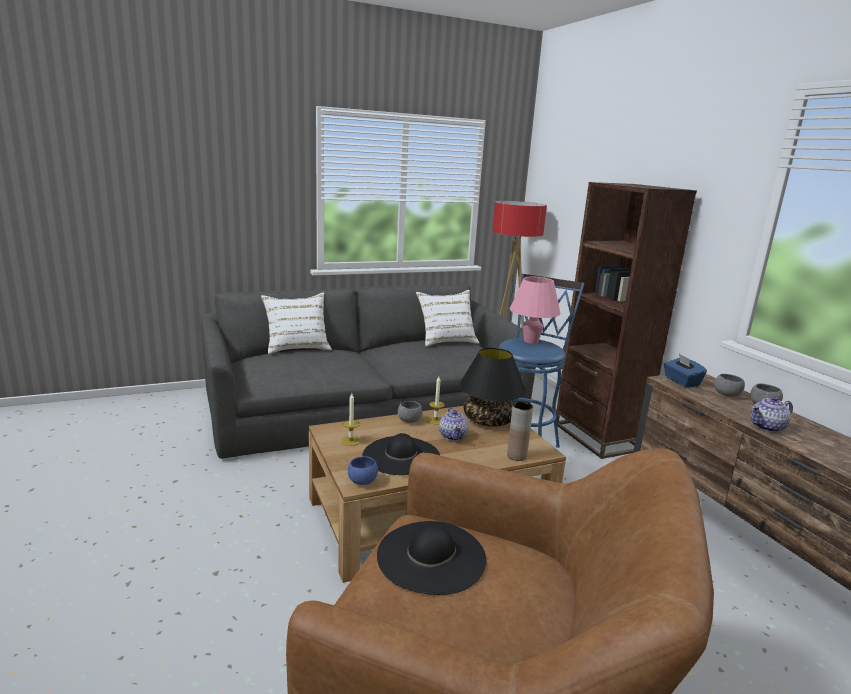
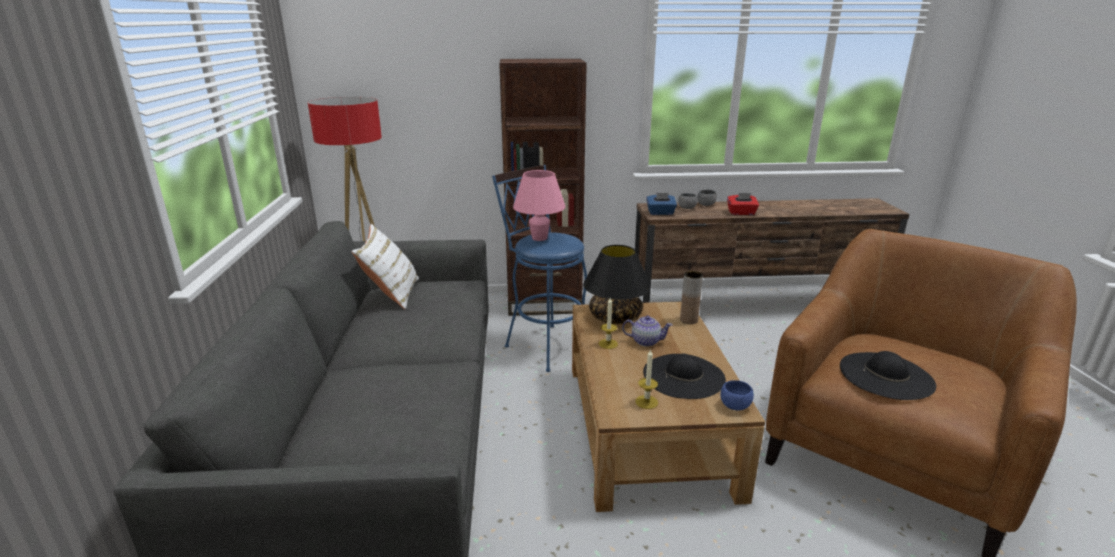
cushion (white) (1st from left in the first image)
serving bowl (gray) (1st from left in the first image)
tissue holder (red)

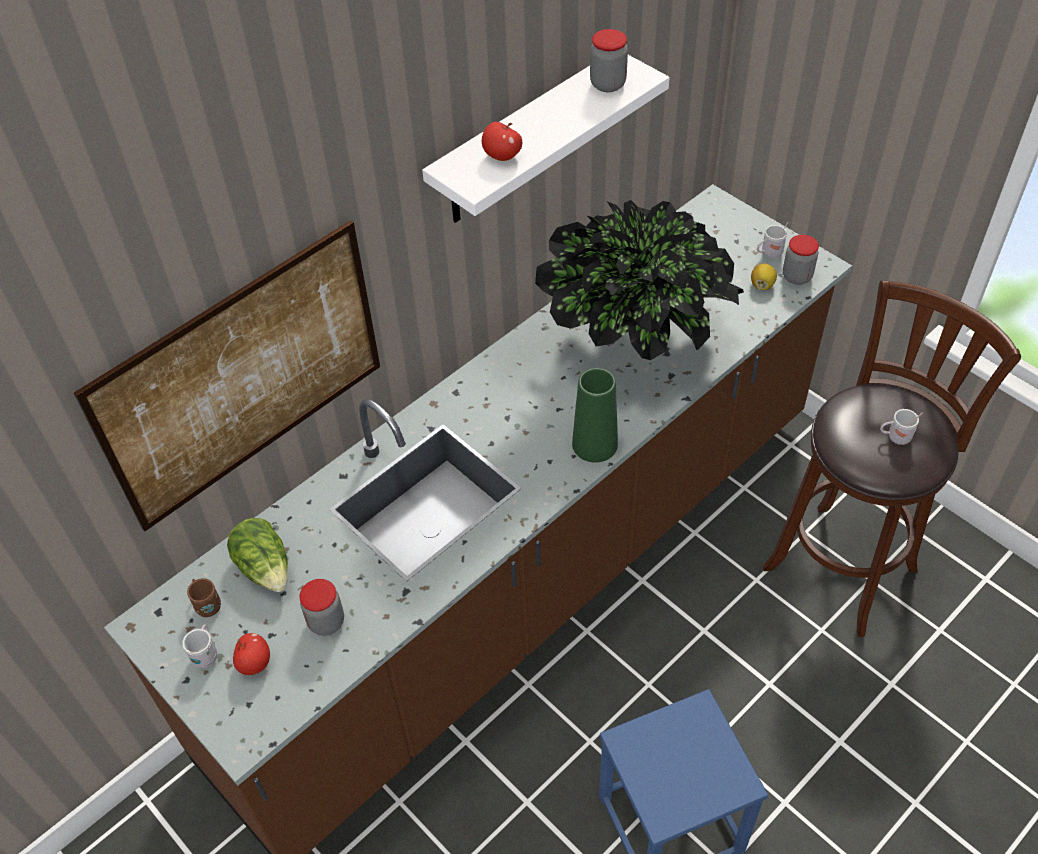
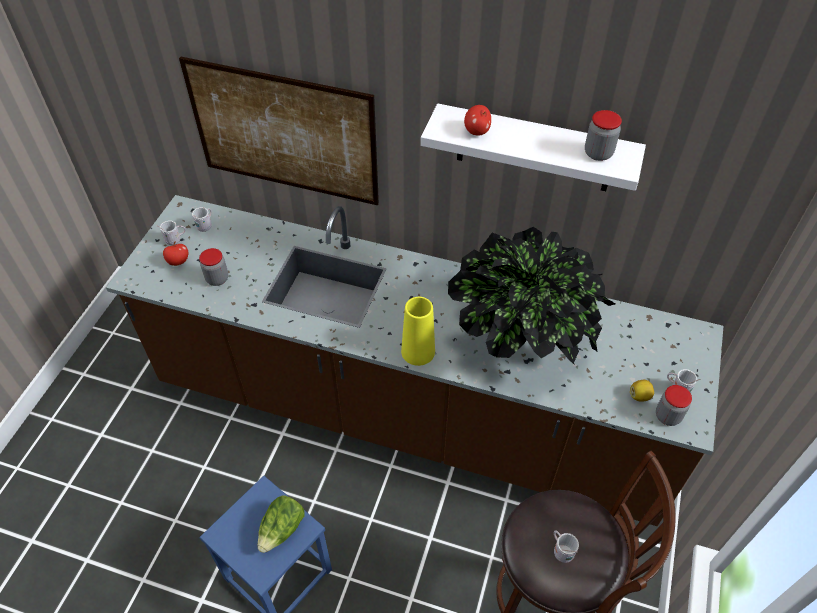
lettuce head
mug (white) (2nd from left)
vase (yellow)

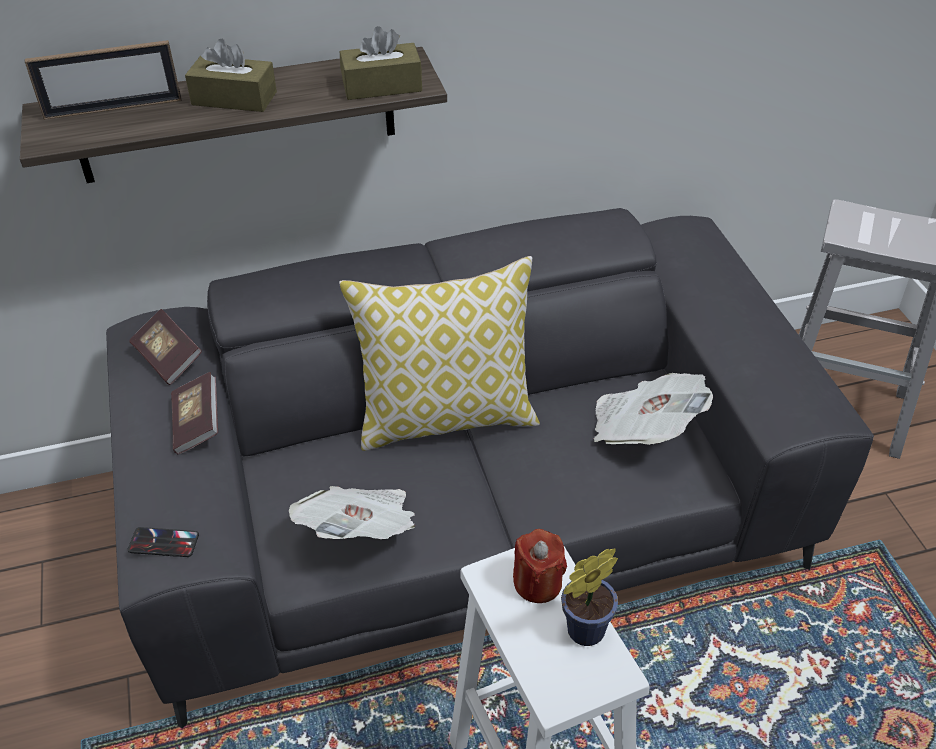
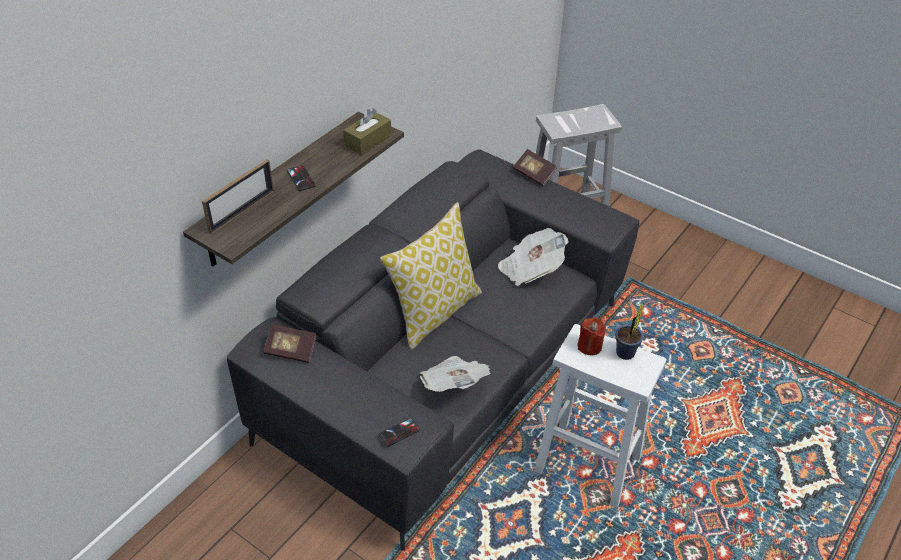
bound book (2nd from left)
telephone (1st from left)

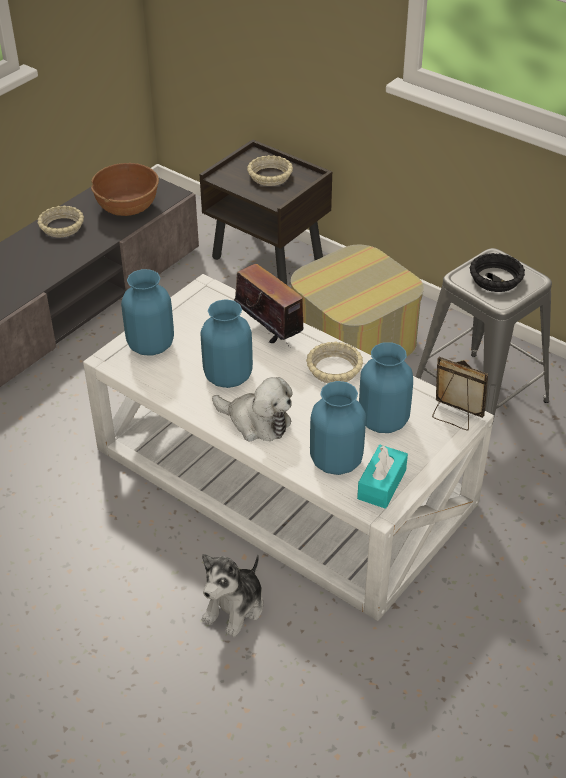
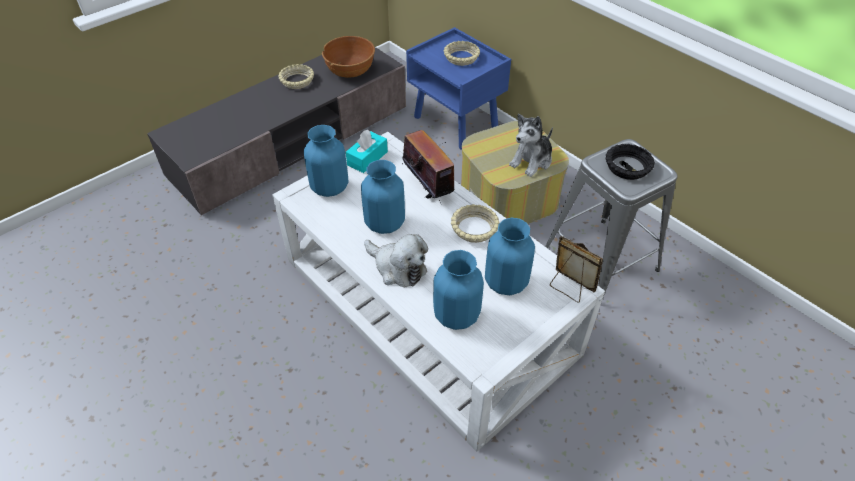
soft toy (2nd from left)
tissue holder (turquoise)
bedside table (bluish)

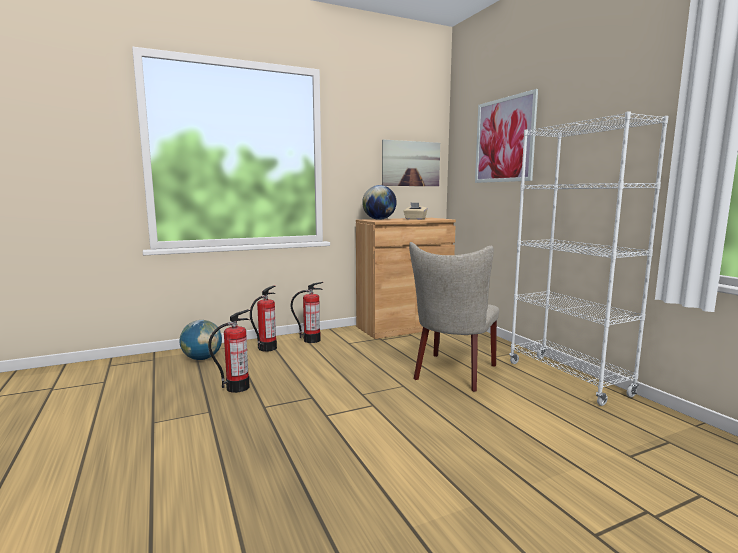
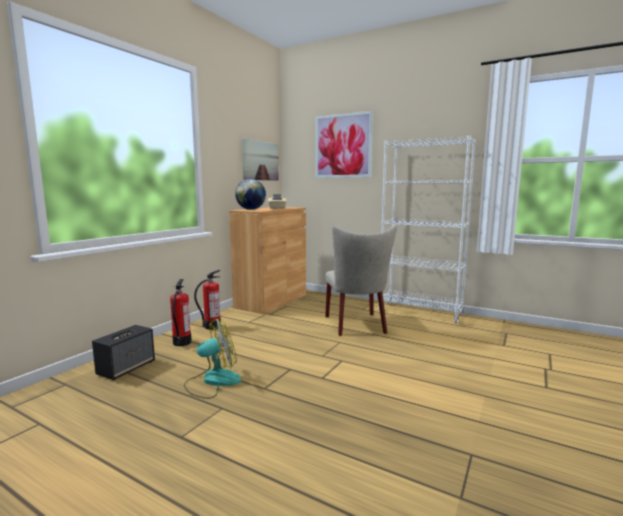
audio speaker
cooling fan

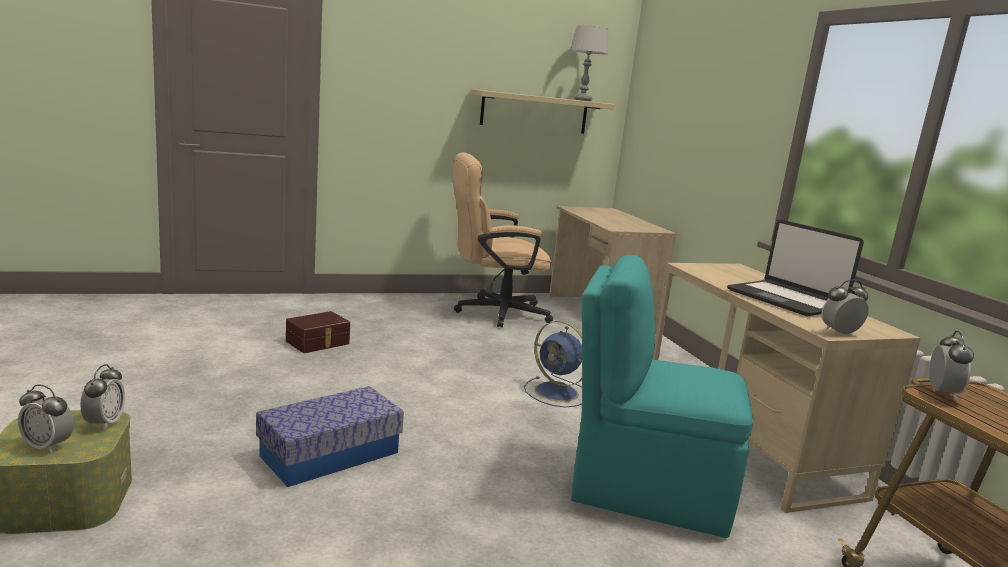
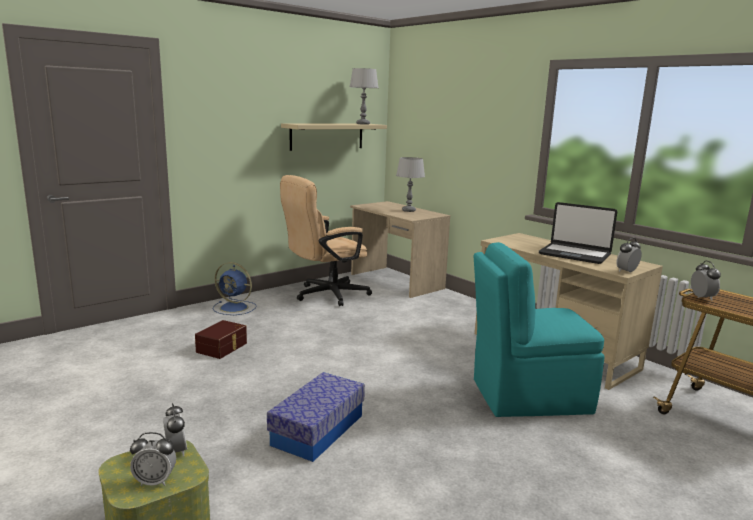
lamp for a table (gray) (2nd from left)
cooling fan (bluish)

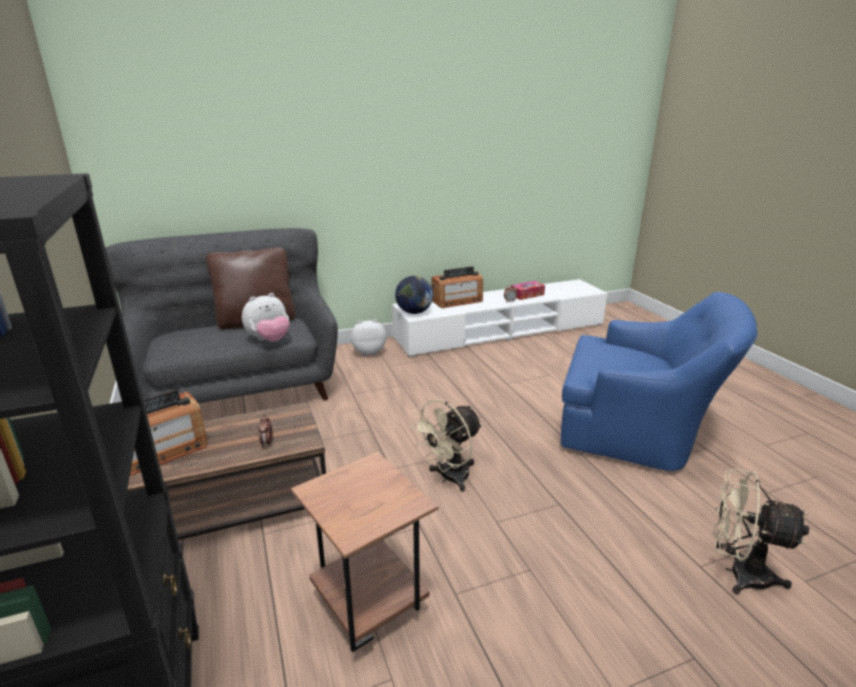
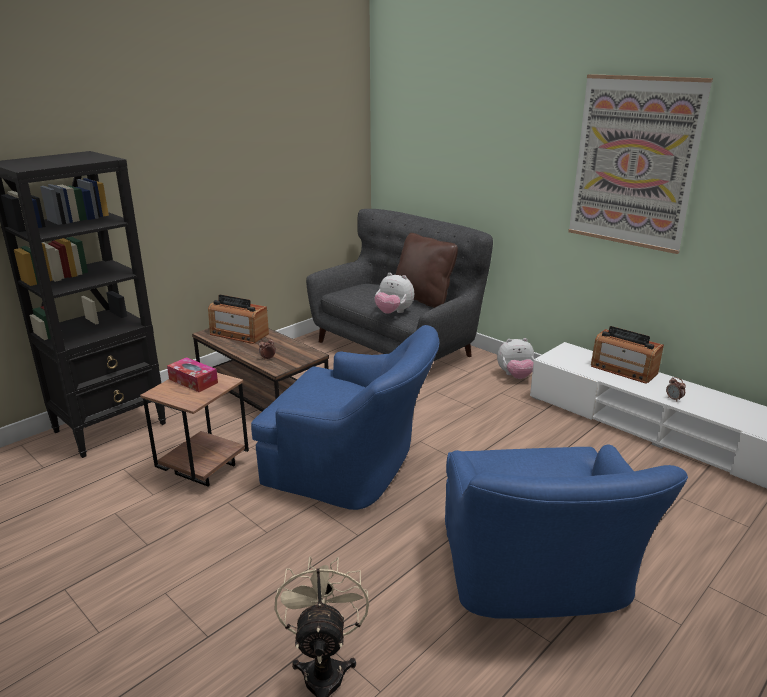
globe
picture
tissue holder
armchair (bluish) (1st from left)
soft toy (2nd from left)

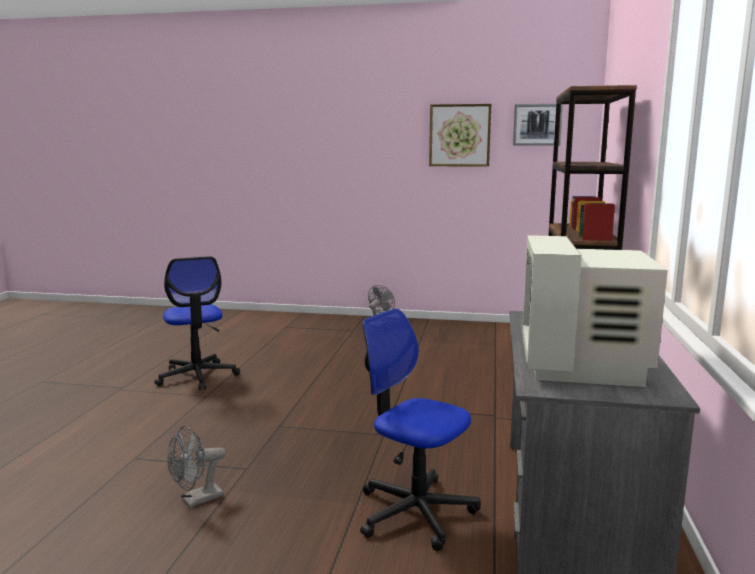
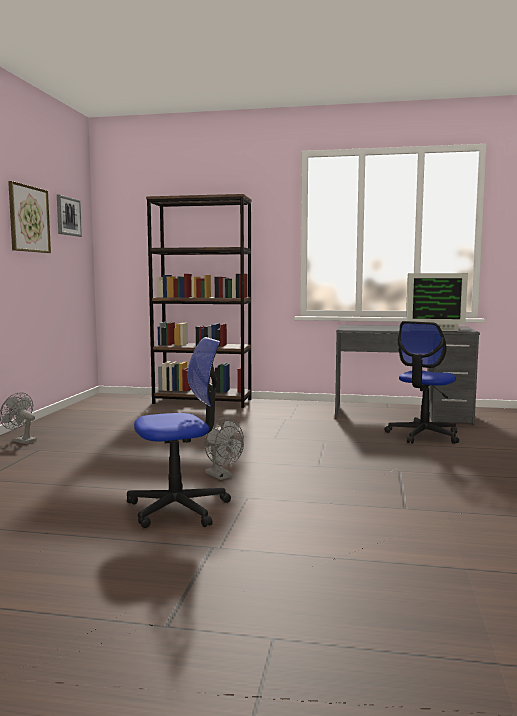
cooling fan (gray) (2nd from left)

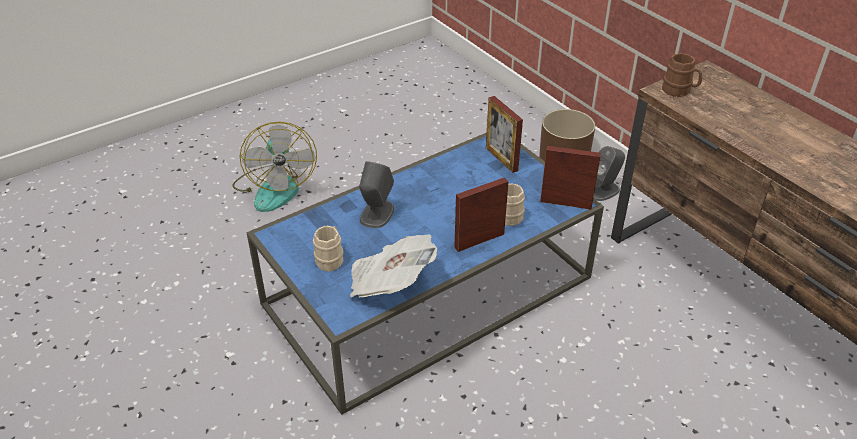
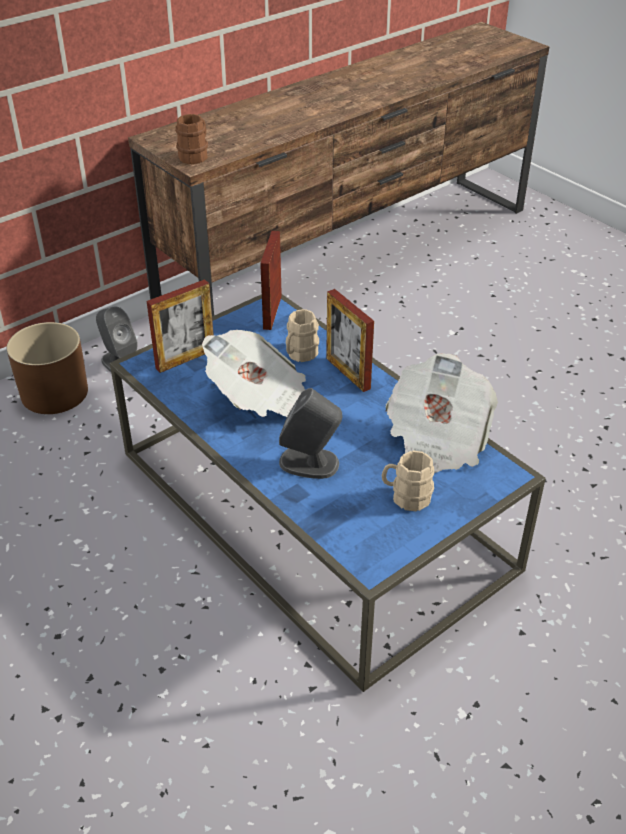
cooling fan
newspaper (1st from left)

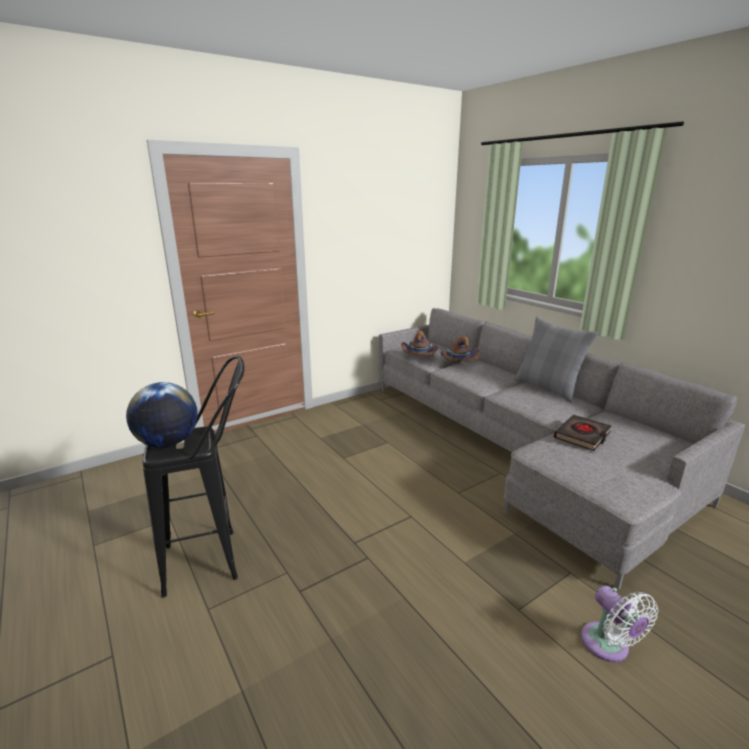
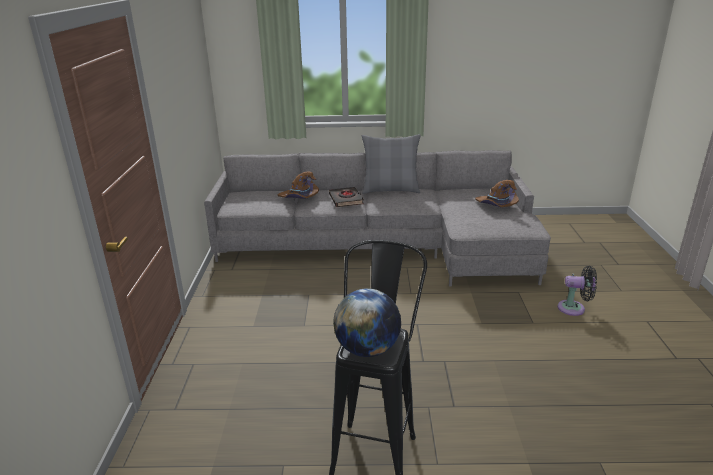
wearable hat (brown-coloured) (2nd from left)
bound book (blackish)
cooling fan (blackish)

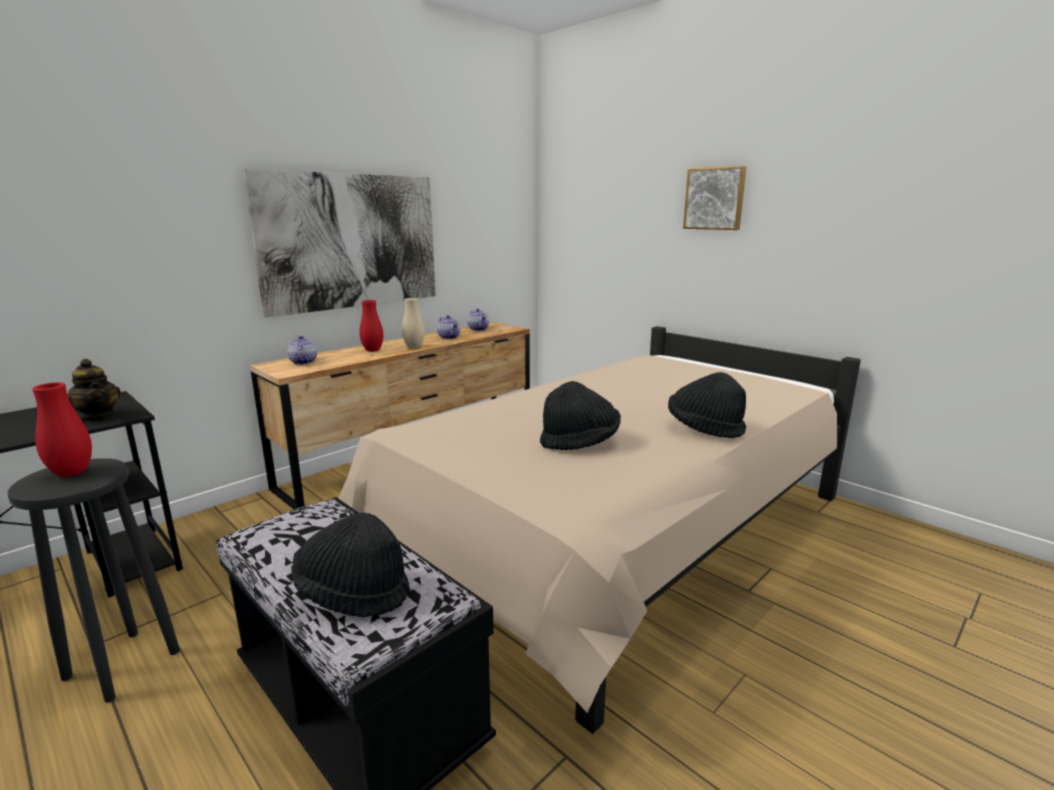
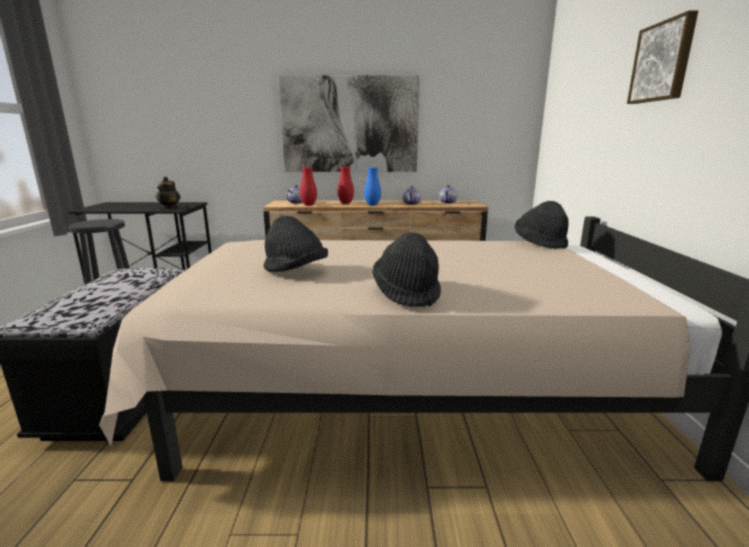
vase (red) (1st from left)
wearable hat (blackish) (3rd from left)
vase (bluish)

